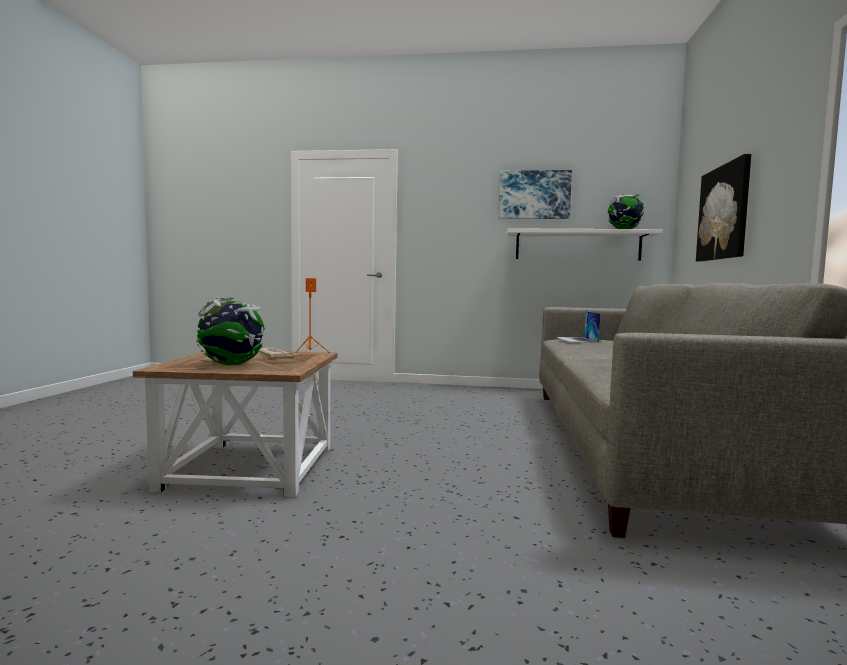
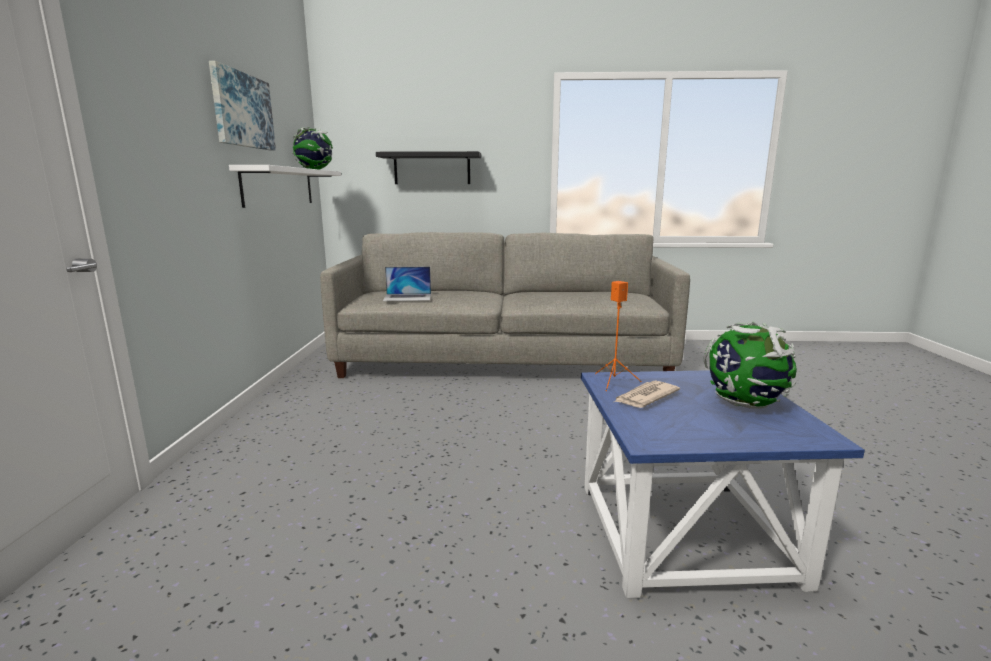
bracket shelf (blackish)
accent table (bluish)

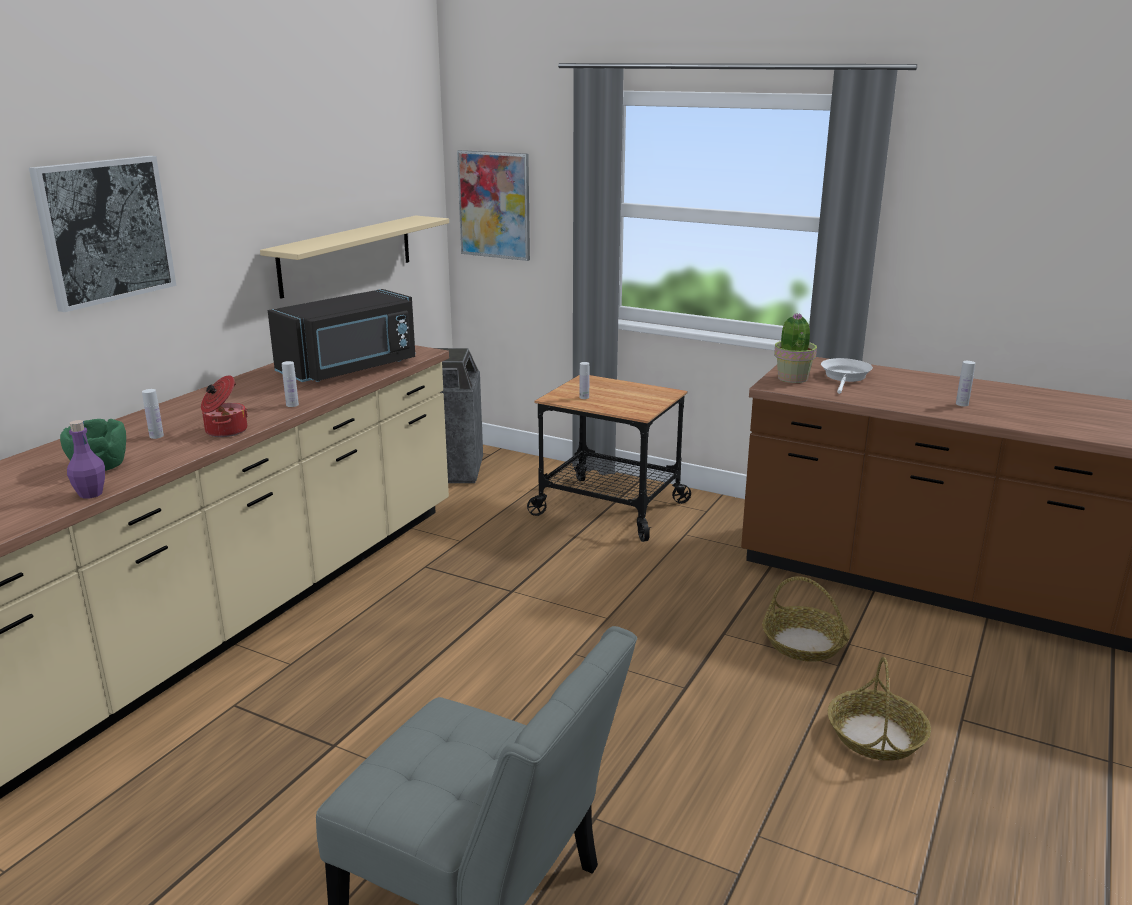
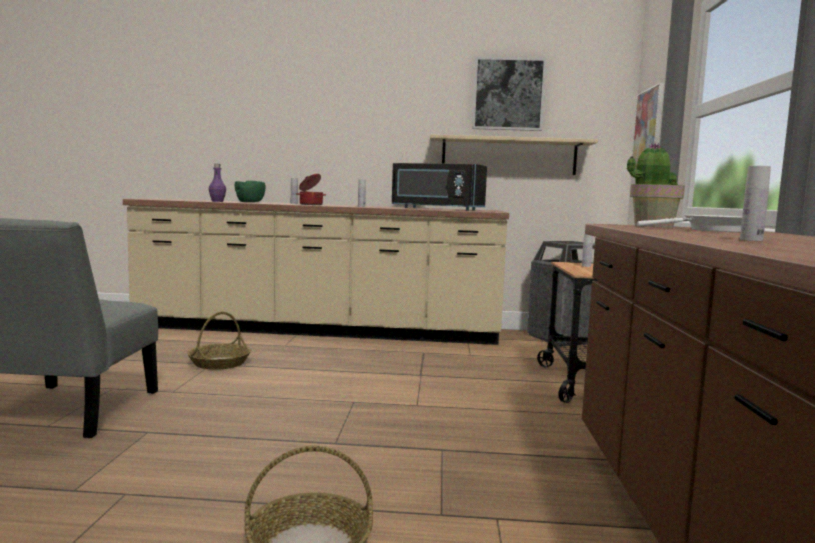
picture (1st from left)
storage basket (1st from left)

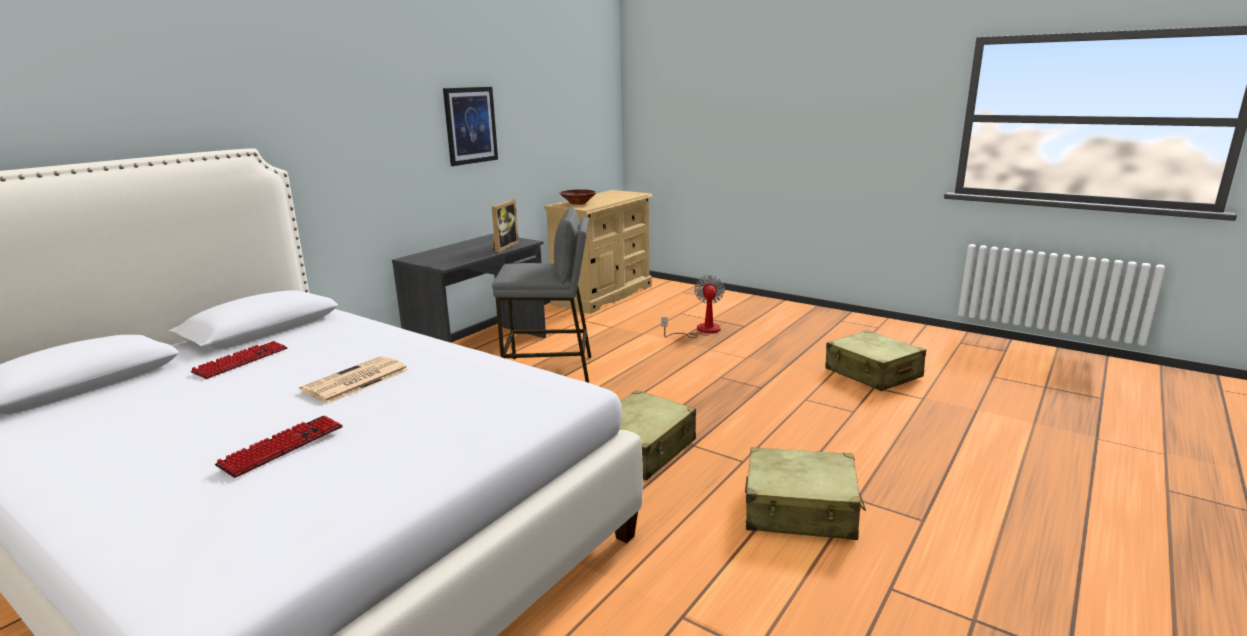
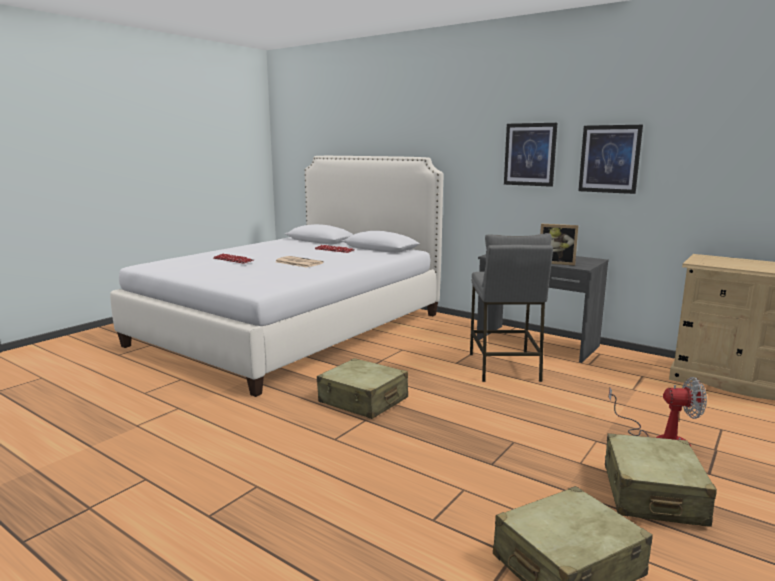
serving bowl (brown-coloured)
picture (1st from left)
suitcase (beige) (3rd from left)

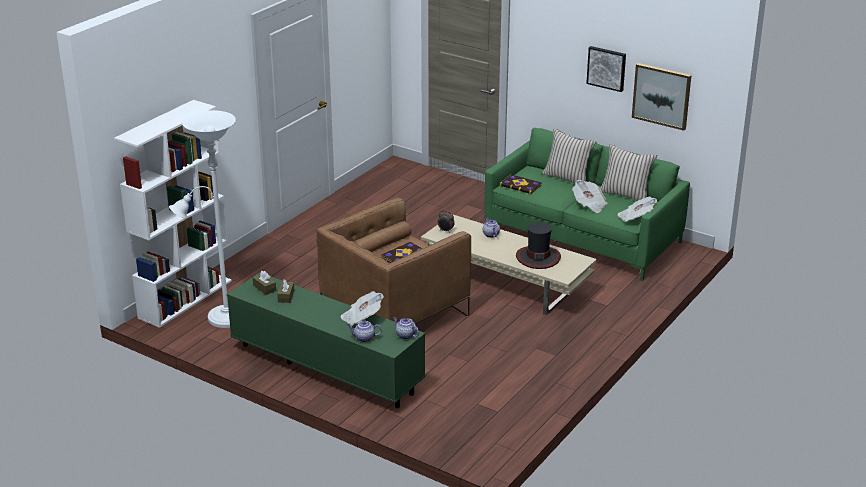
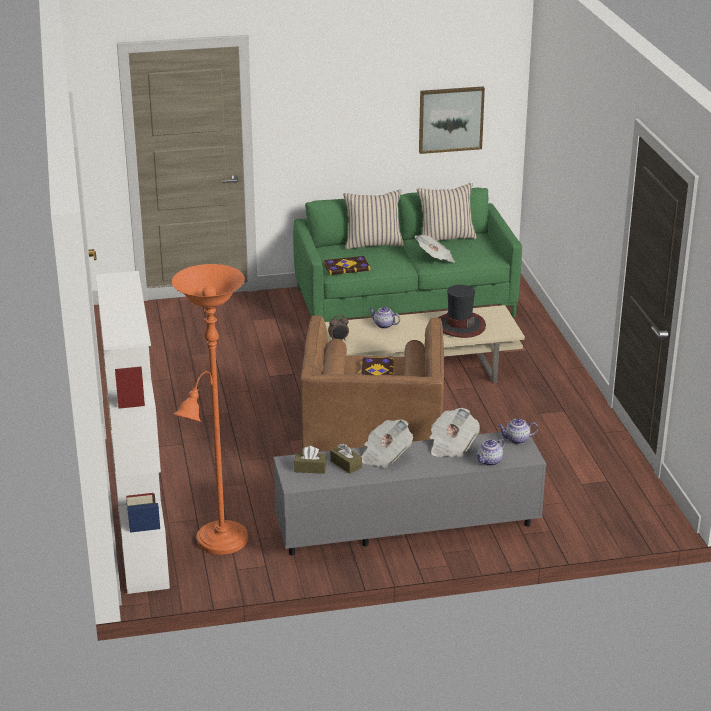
picture (1st from left in the first image)
newspaper (1st from left)
standard lamp (orangey)
media console (gray)

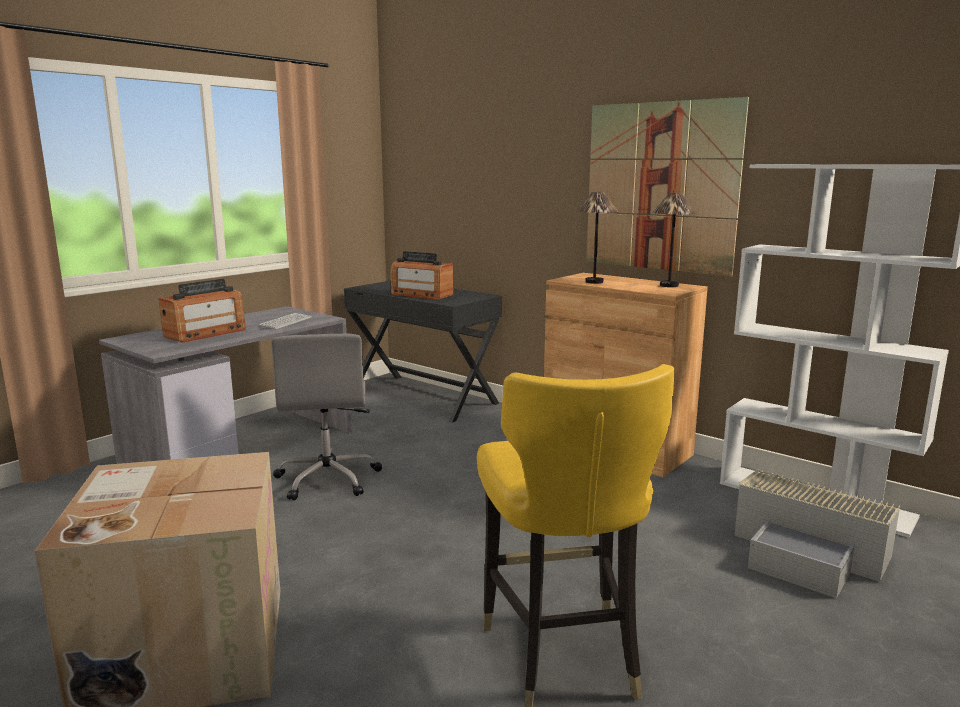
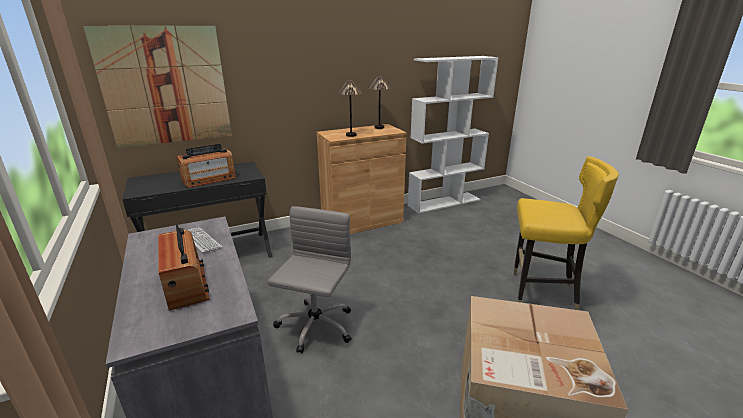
storage box (gray)
picture
computer chair (gray)

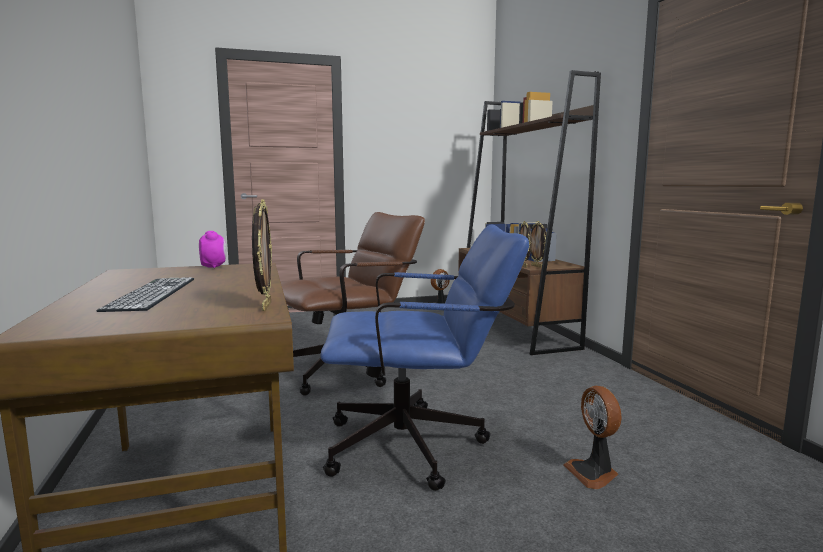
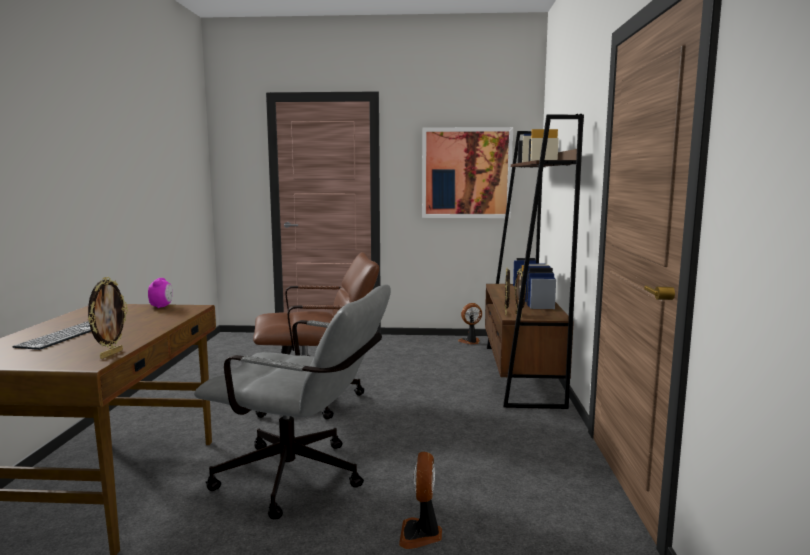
picture
computer chair (gray)

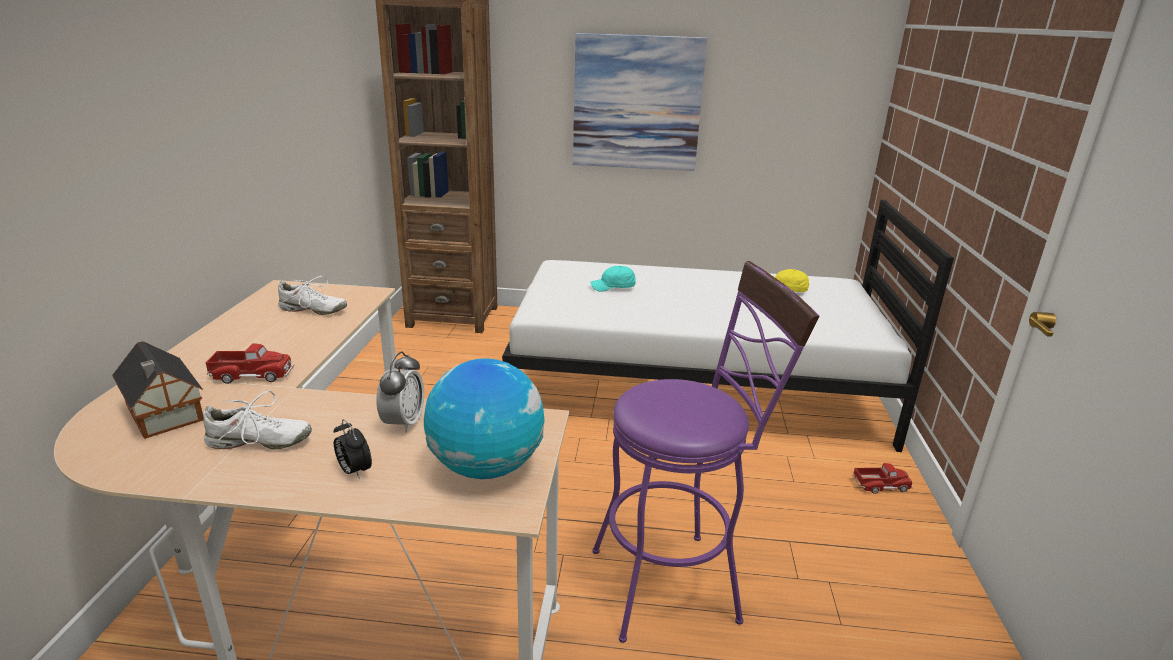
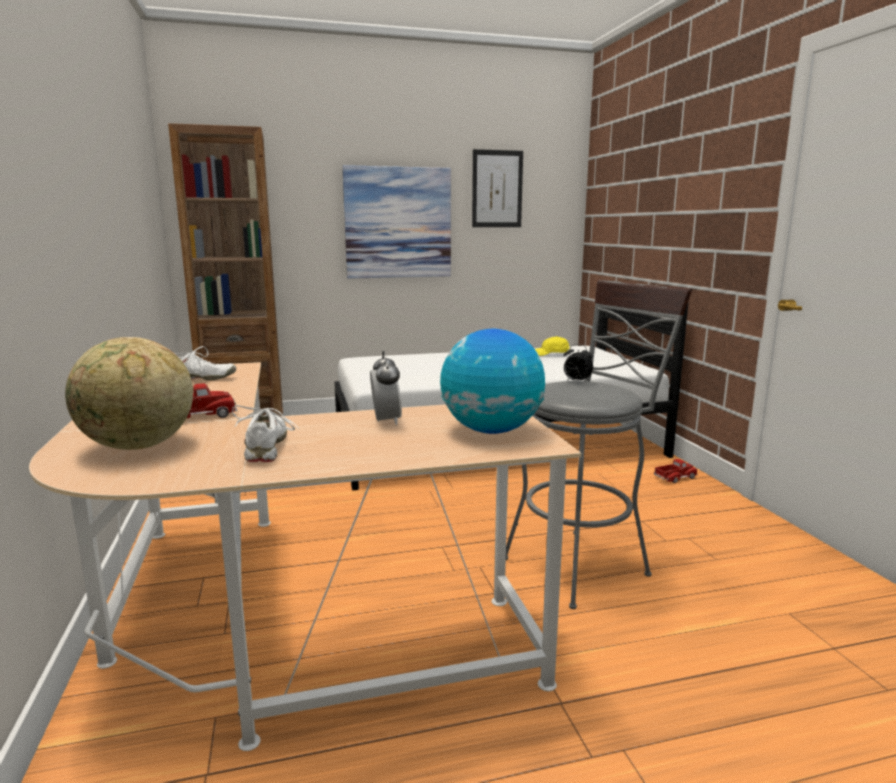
peaked cap (turquoise)
picture (2nd from left)
table clock (2nd from left)
globe (1st from left)
stool (gray)
low shoe (white) (2nd from left)

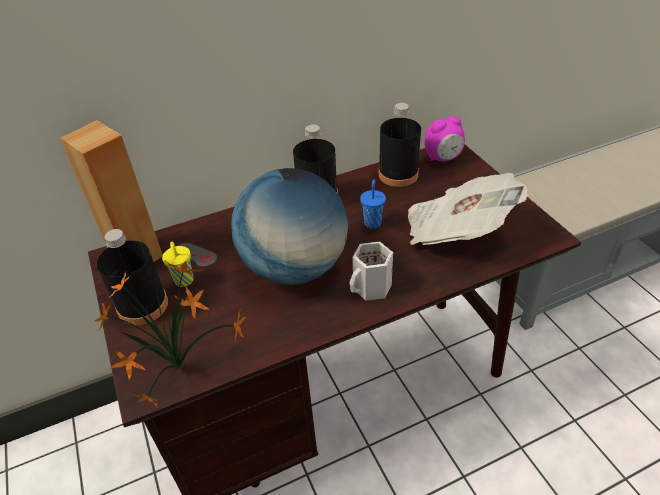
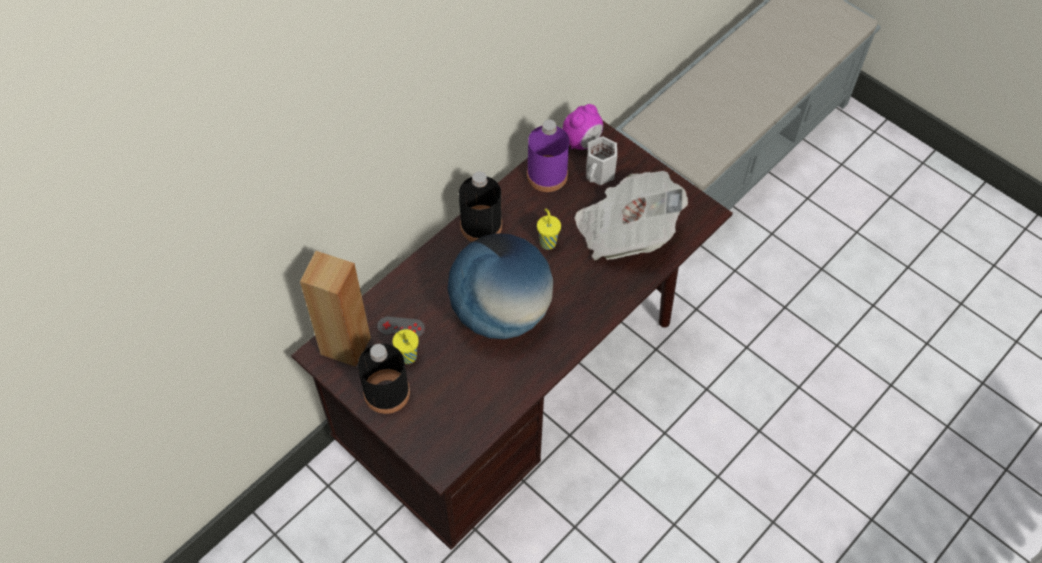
plant in a pot
mug (white)
drinking cup (yellow) (2nd from left)
drink bottle (purple-coloured)

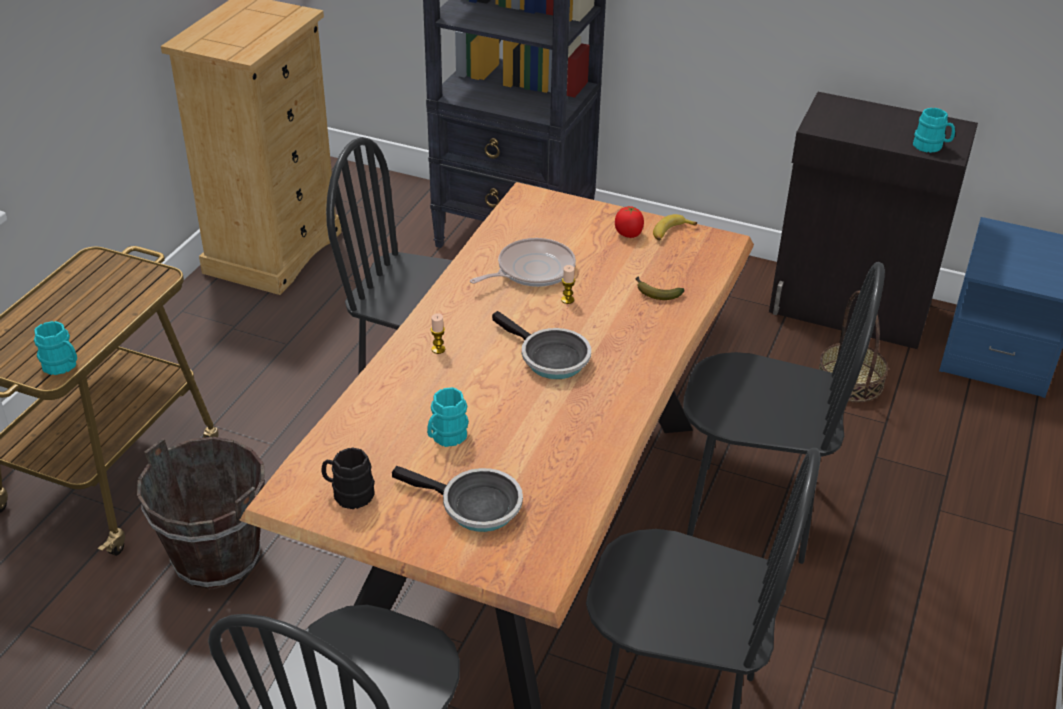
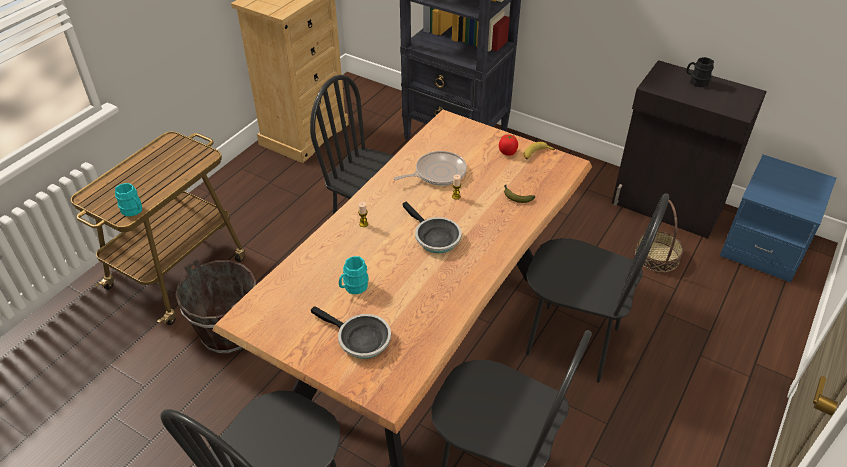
mug (turquoise) (3rd from left in the first image)
mug (blackish)

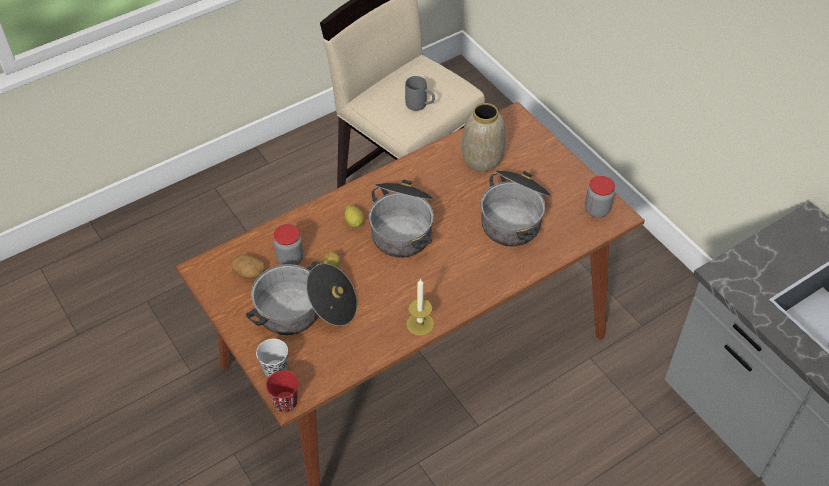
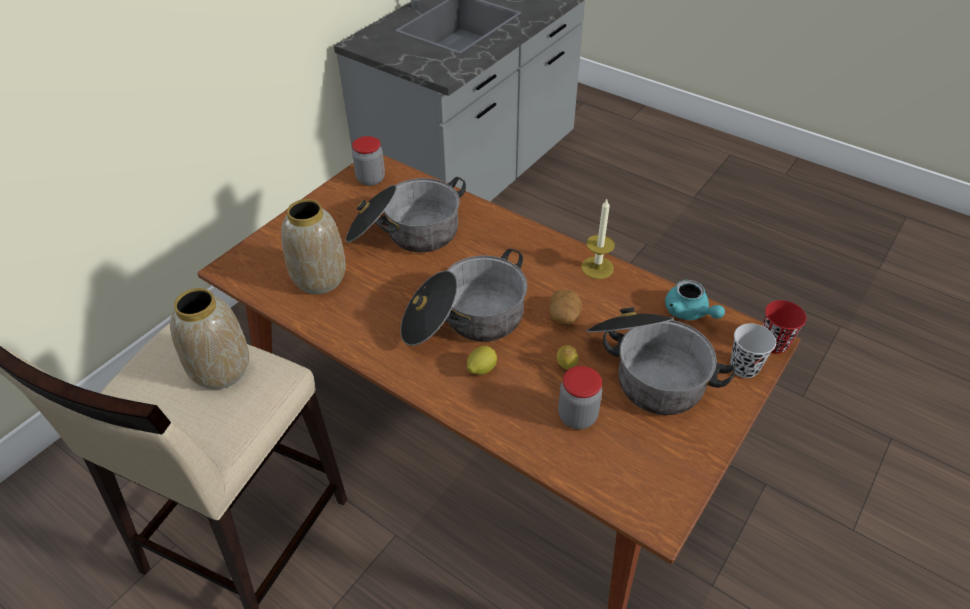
teapot (turquoise)
spud
vase (1st from left)

